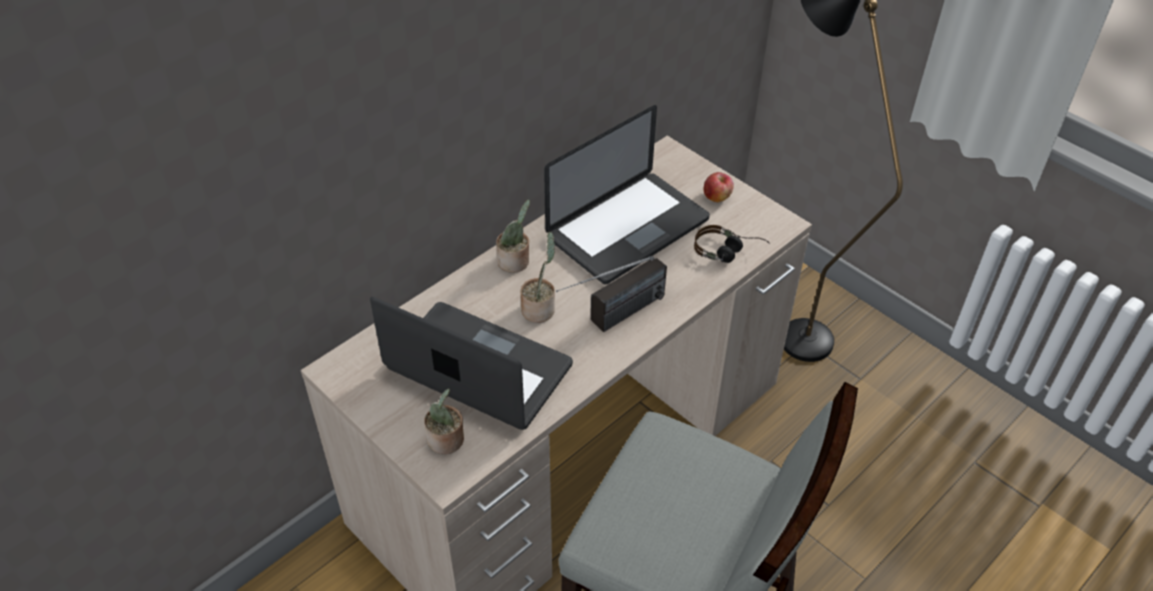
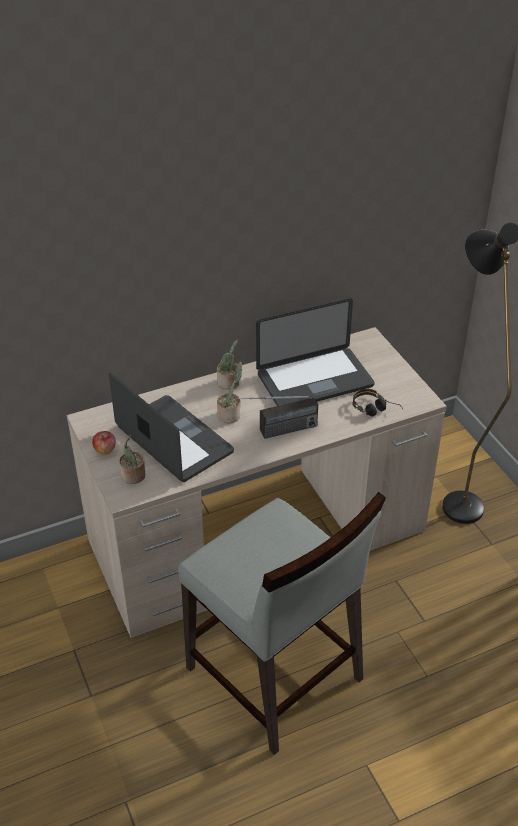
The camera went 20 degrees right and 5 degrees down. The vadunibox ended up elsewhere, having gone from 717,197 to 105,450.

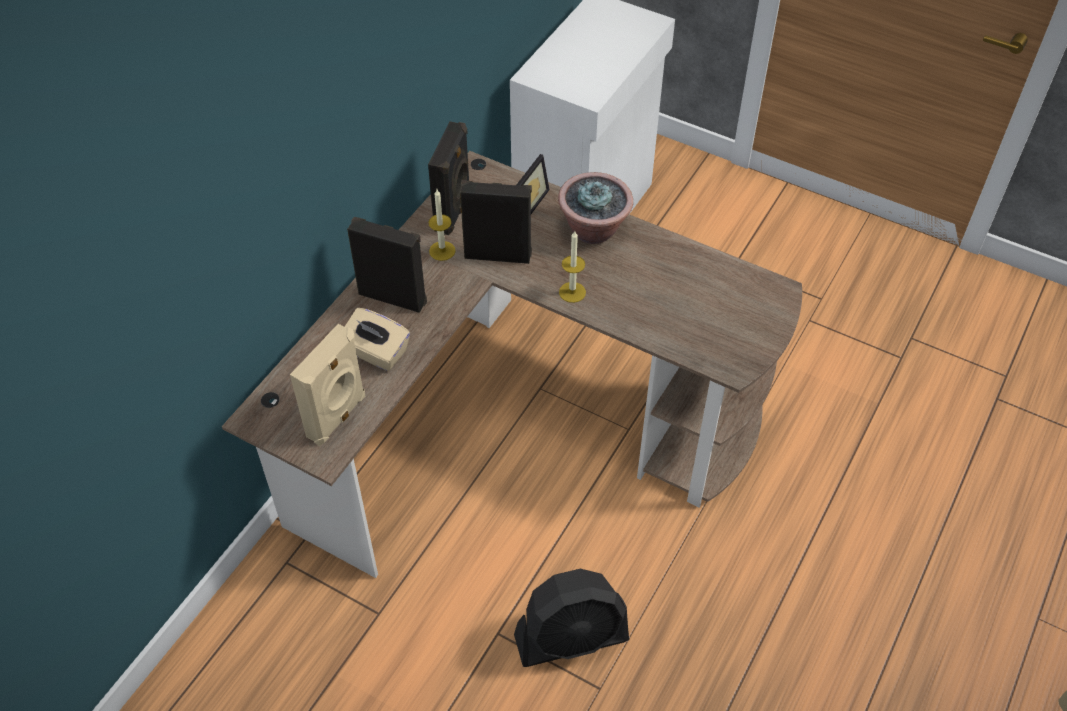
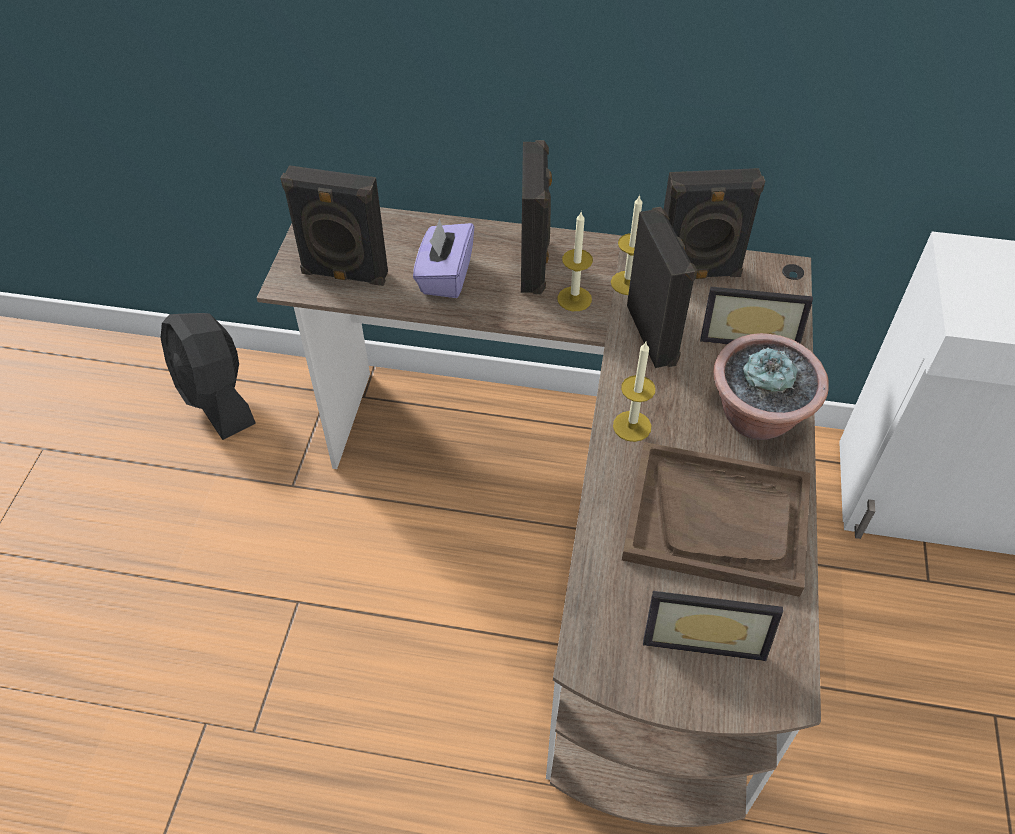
The camera went 70 degrees right and 0 degrees up. The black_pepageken ended up elsewhere, having gone from 572,638 to 216,398. What was the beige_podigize at 338,417 turned into the black_podigize at 344,275. What was the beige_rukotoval at 376,353 turned into the purple_rukotoval at 445,276. The second view gained the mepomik at 574,299. The second view gained the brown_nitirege at 717,520. The second view gained the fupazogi at 704,632.

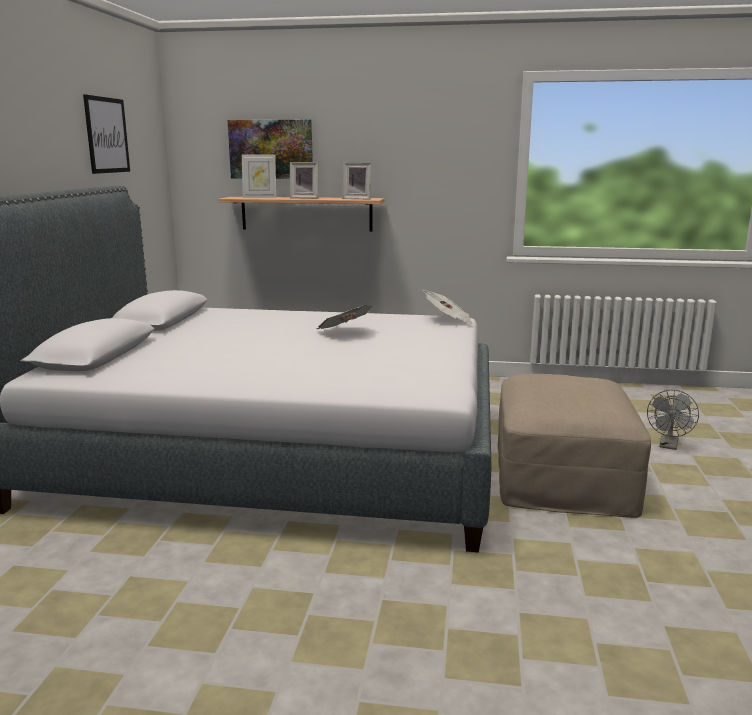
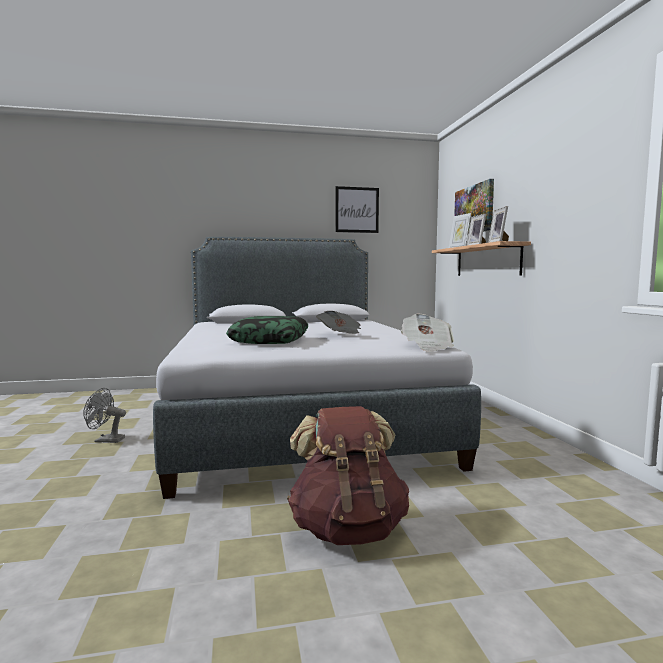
The camera went 70 degrees right and 10 degrees down. The grey_pepageken ended up elsewhere, having gone from 668,445 to 105,440. The second view gained the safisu at 270,340. Where the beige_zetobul stood at 561,474, the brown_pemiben came to stand at 348,529.

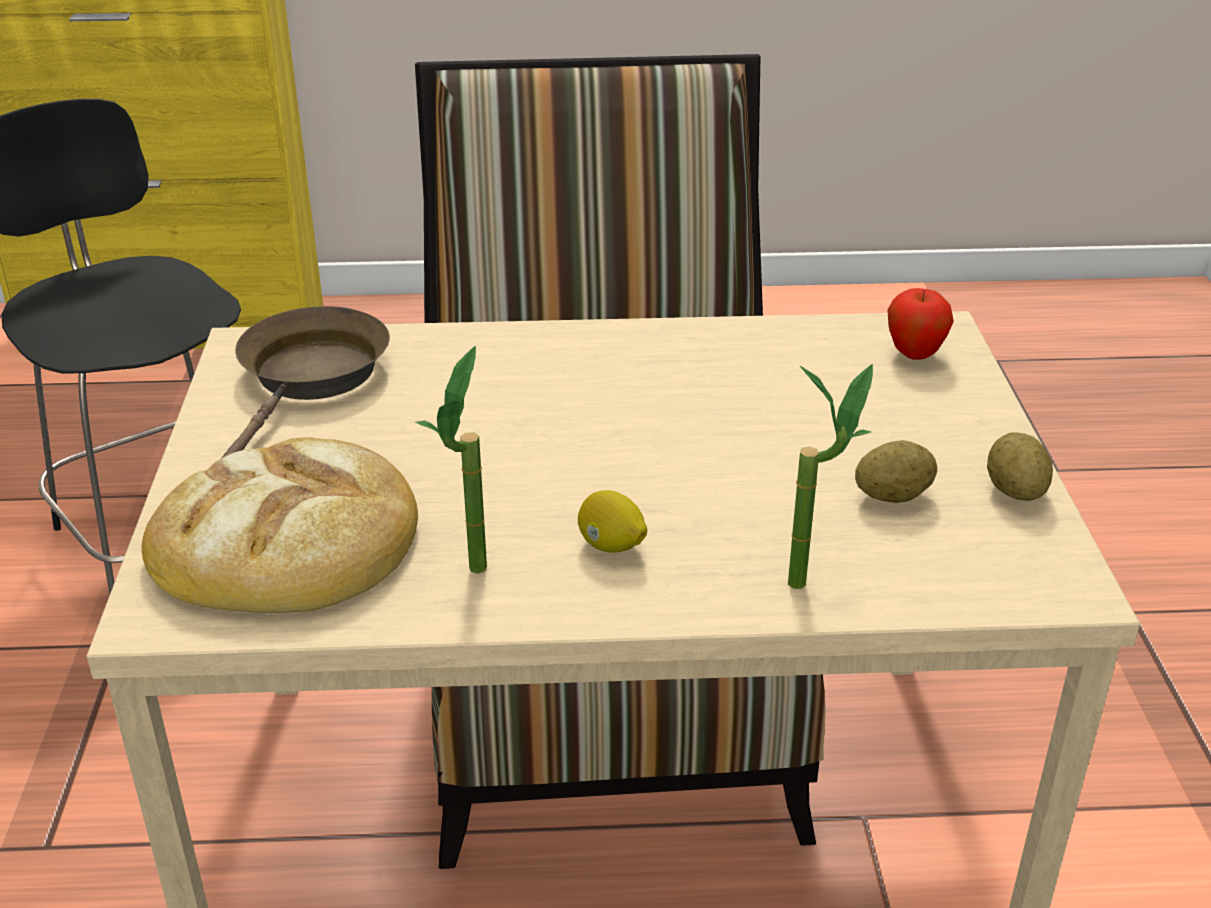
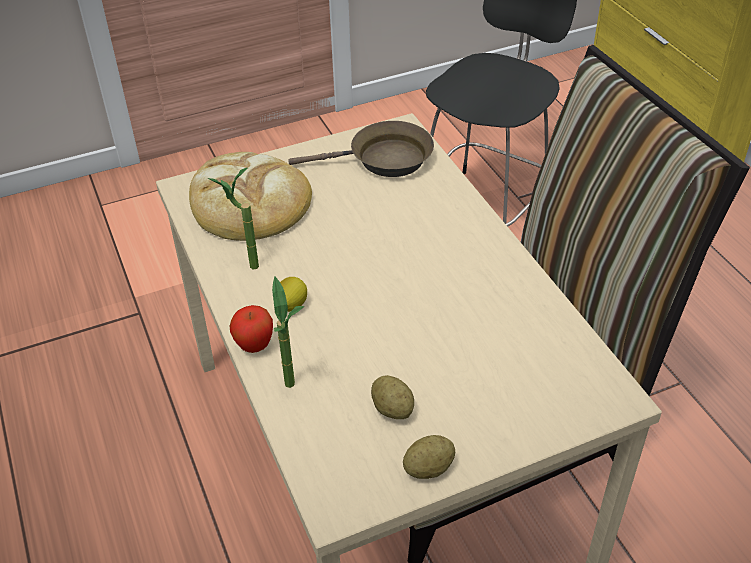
The camera went 70 degrees right and 10 degrees up. The vadunibox ended up elsewhere, having gone from 914,355 to 254,346.

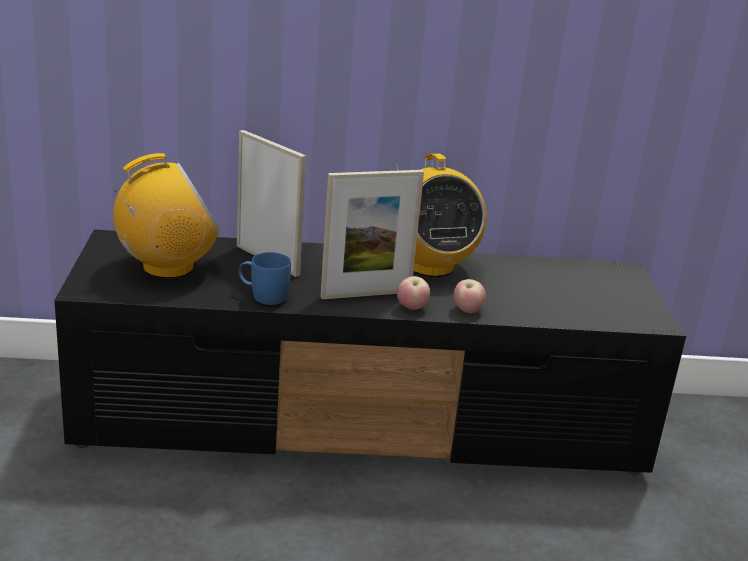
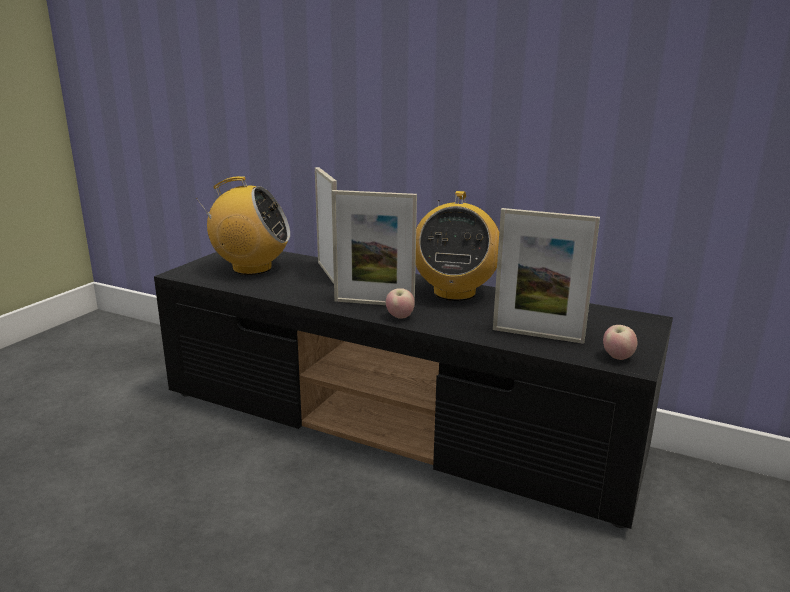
The camera went 30 degrees right and 5 degrees down. The second view gained the fupazogi at 537,335. The vadunibox ended up elsewhere, having gone from 467,311 to 617,357. The second view lost the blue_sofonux at 263,296.

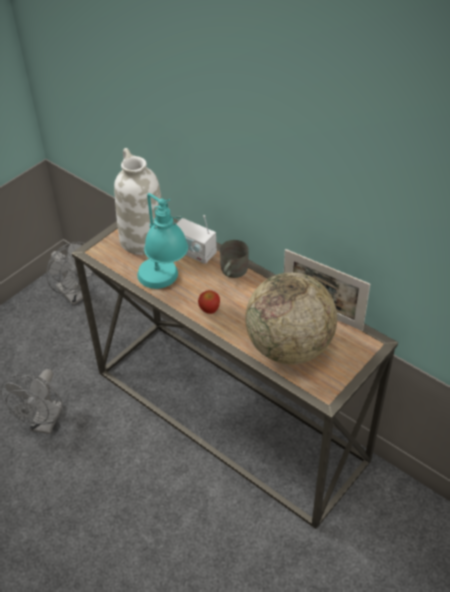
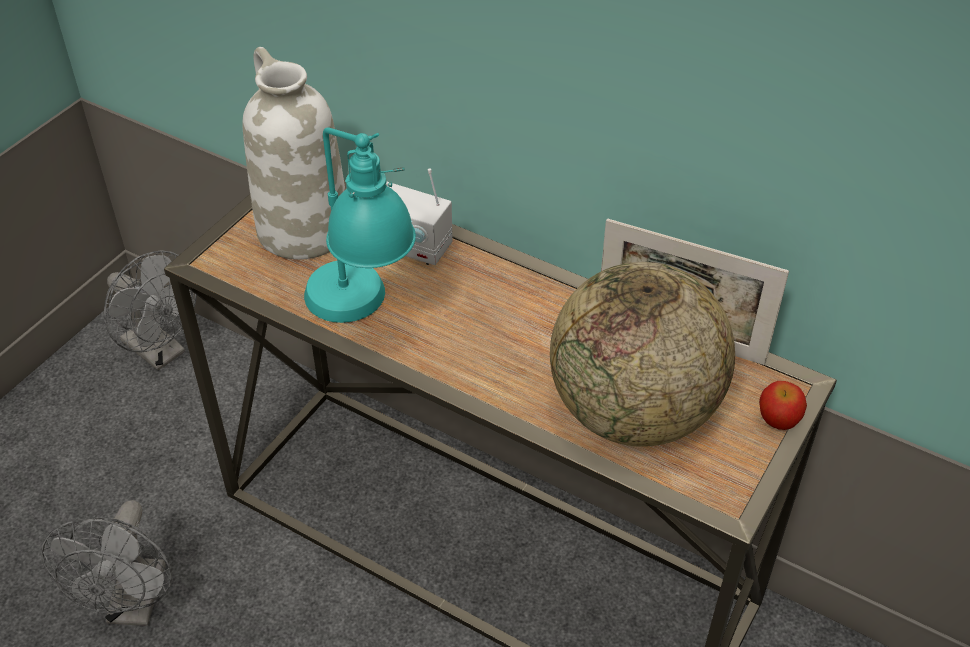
The camera went 10 degrees left and 0 degrees up. The vadunibox ended up elsewhere, having gone from 209,309 to 778,420. The second view lost the grey_sofonux at 232,271.

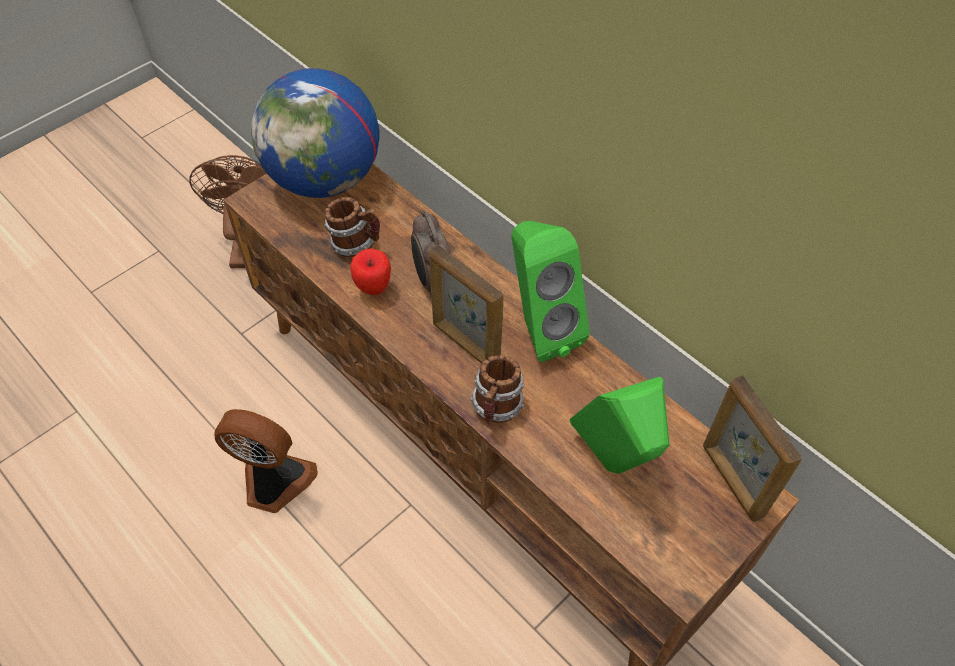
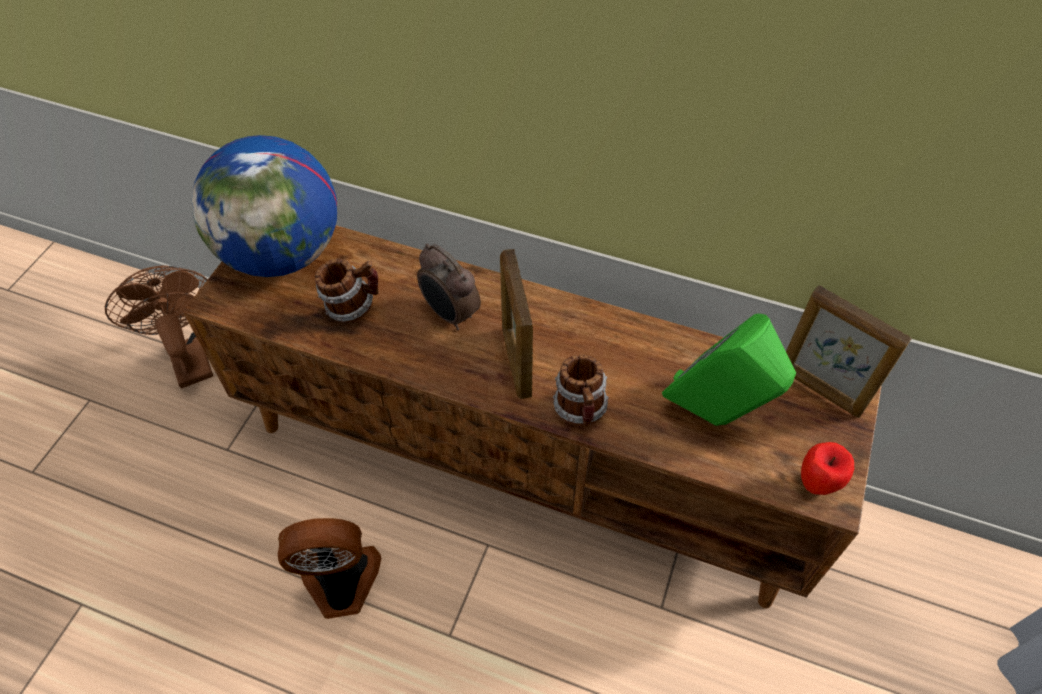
The camera went 25 degrees left and 0 degrees up. The fupazogi at 465,344 ended up facing another way, 60 degrees clockwise from before. The vadunibox ended up elsewhere, having gone from 373,289 to 816,484. The second view lost the green_podigize at 539,329.

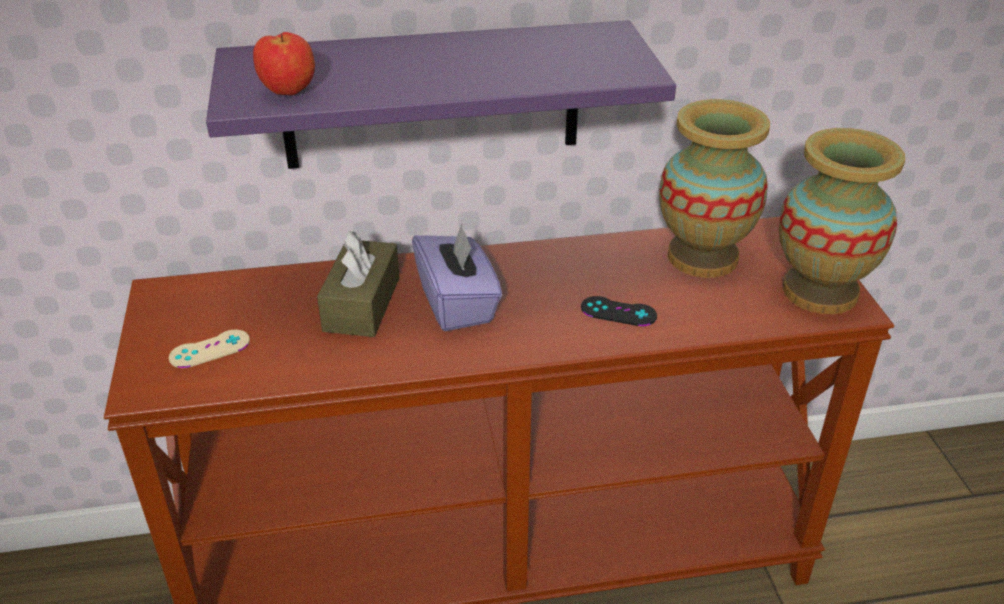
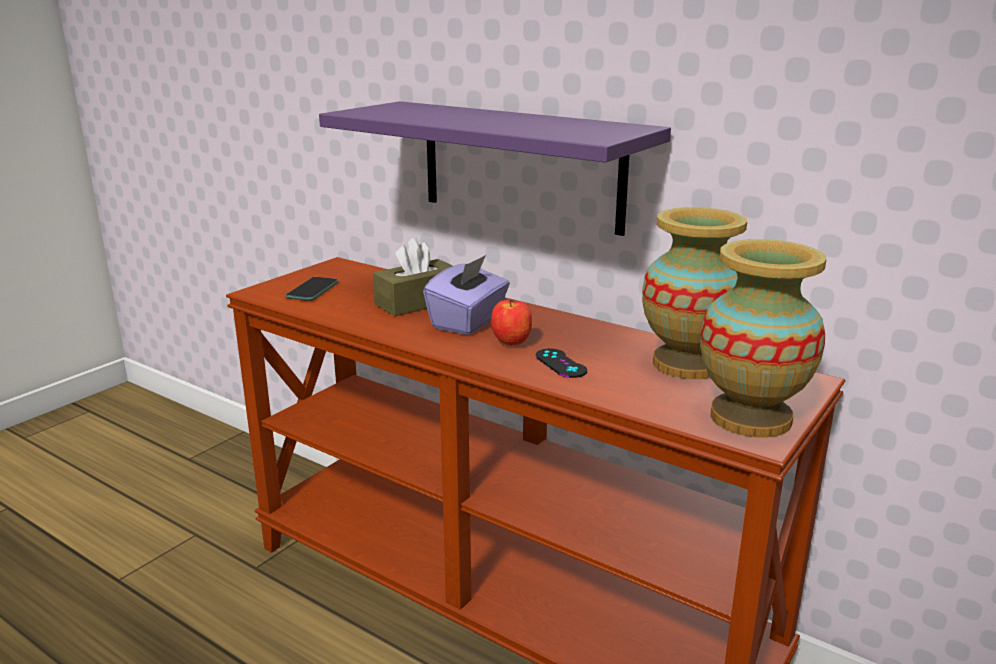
The camera went 45 degrees right and 15 degrees down. Where the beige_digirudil stood at 210,349, the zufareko came to stand at 312,290. The vadunibox ended up elsewhere, having gone from 289,92 to 512,343.

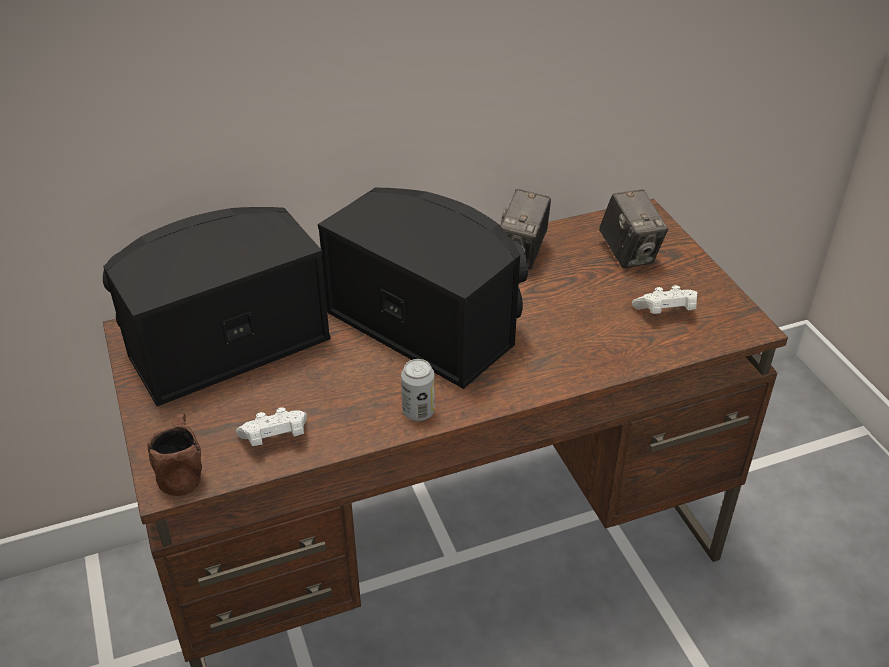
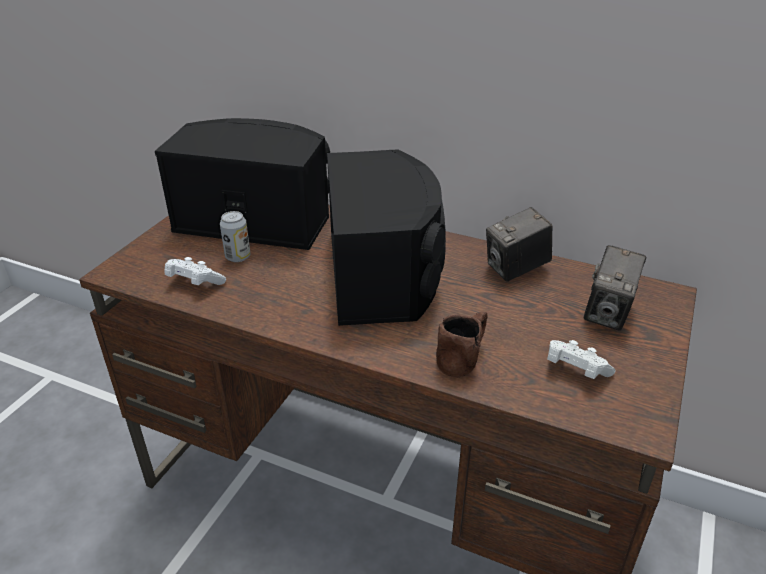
The camera went 45 degrees right and 5 degrees down. The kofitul ended up elsewhere, having gone from 418,412 to 238,257. The brown_sofonux ended up elsewhere, having gone from 182,468 to 463,357.

